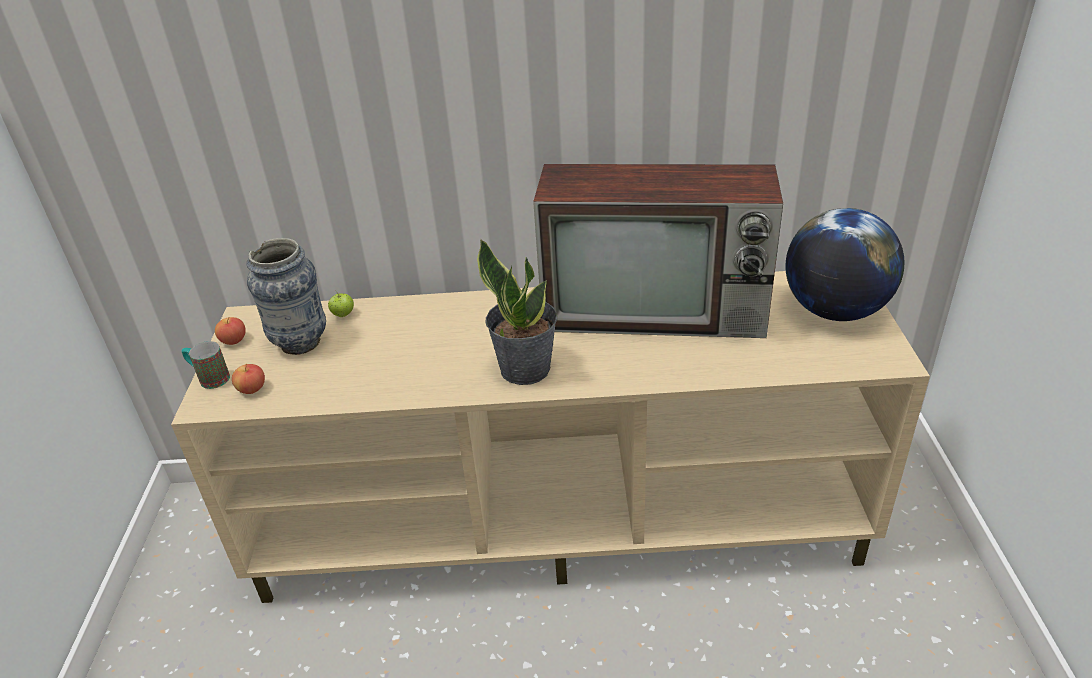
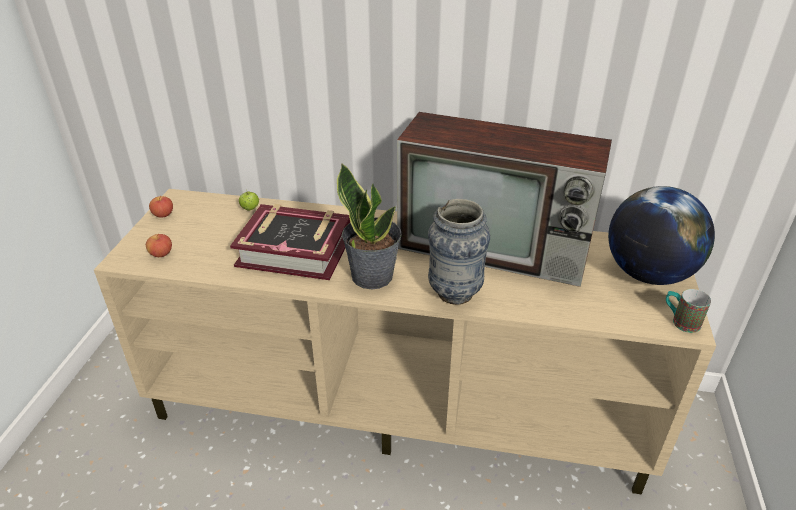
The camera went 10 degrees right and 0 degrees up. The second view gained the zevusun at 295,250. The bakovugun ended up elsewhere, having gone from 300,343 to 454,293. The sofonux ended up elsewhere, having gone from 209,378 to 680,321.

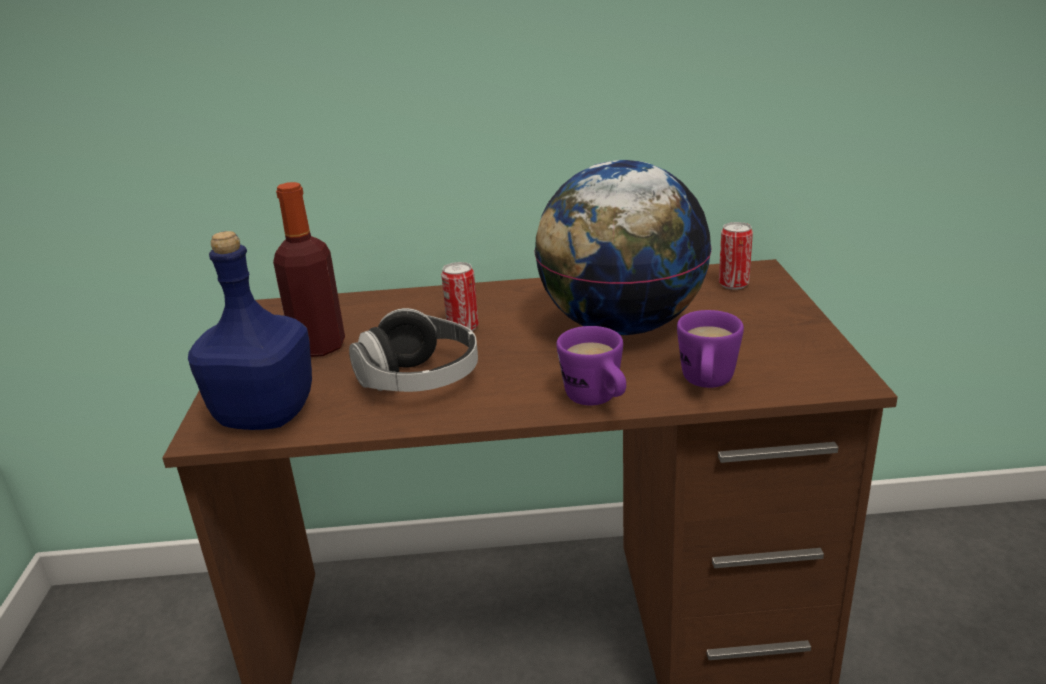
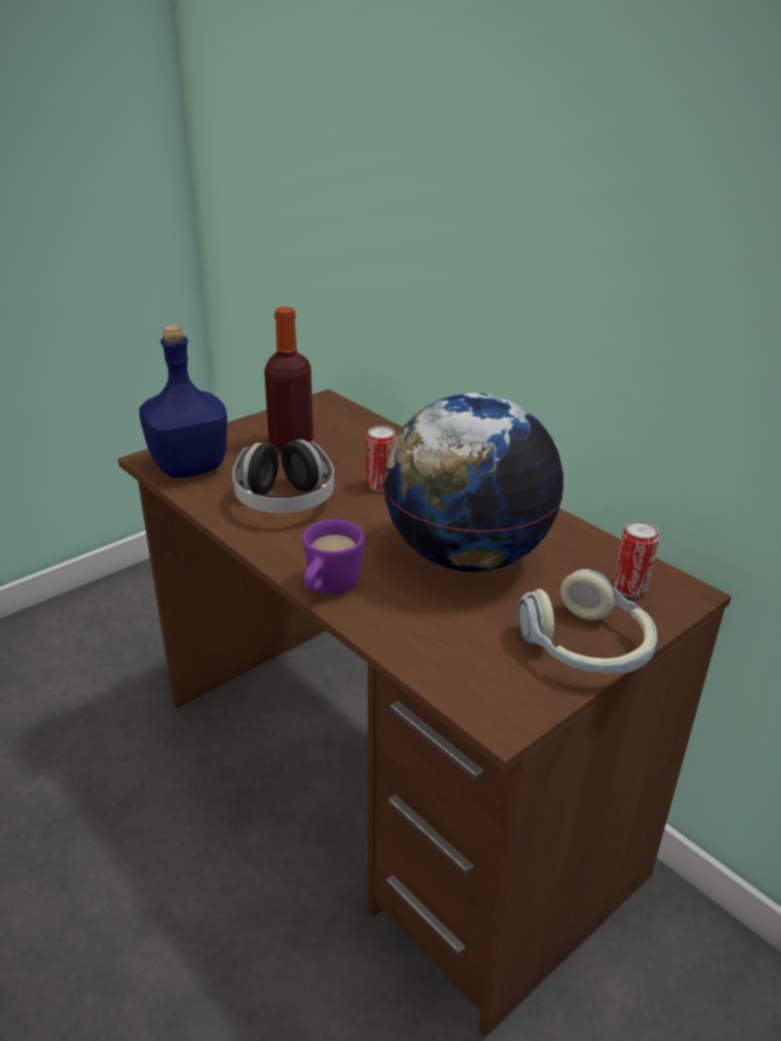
The camera went 50 degrees right and 5 degrees up. The second view gained the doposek at 586,648. The second view lost the purple_sofonux at 706,384.

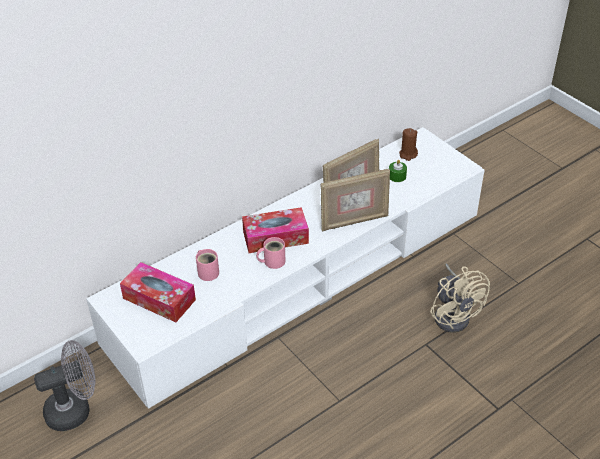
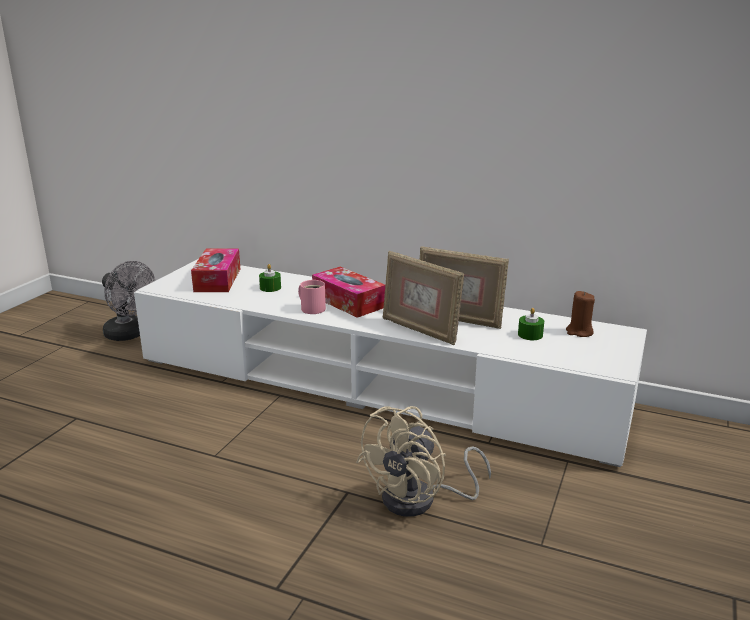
The camera went 60 degrees right and 20 degrees down. Where the pink_sofonux stood at 208,271, the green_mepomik came to stand at 270,288.

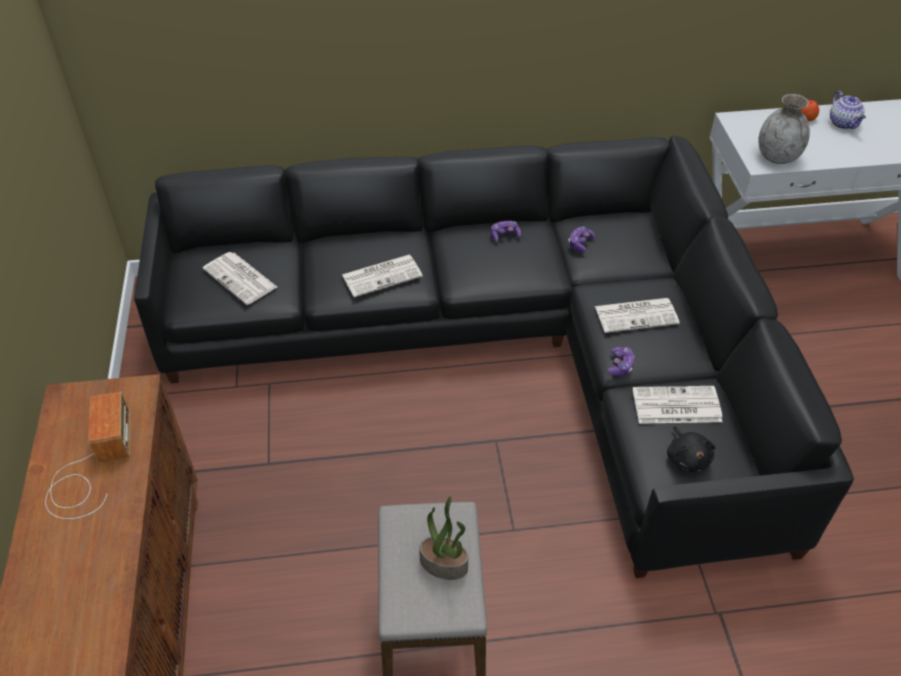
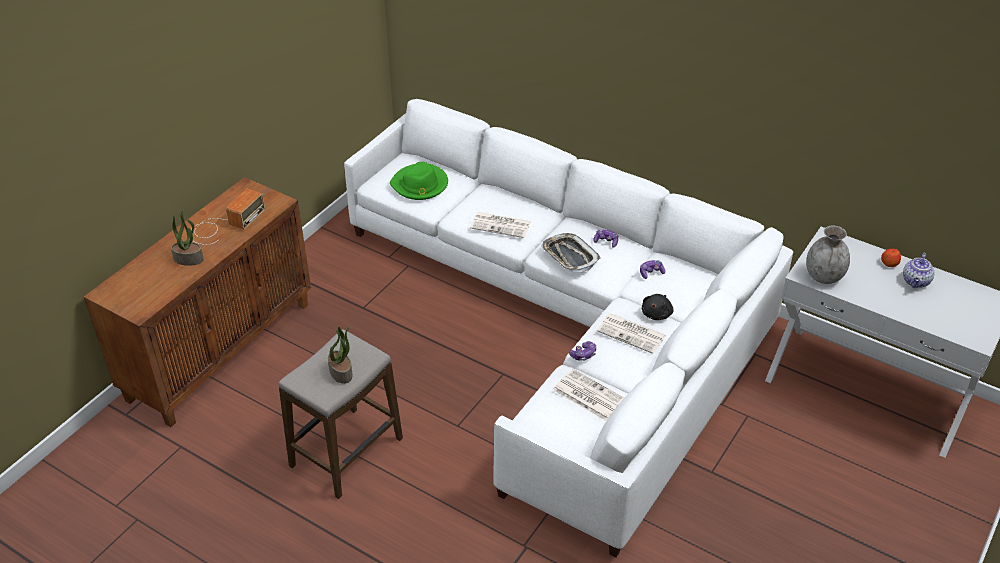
The camera went 40 degrees right and 5 degrees down. The second view gained the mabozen at 189,258. What was the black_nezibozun at 505,348 turned into the white_nezibozun at 571,326. Where the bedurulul stood at 241,278, the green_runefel came to stand at 420,185. The second view gained the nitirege at 569,256. The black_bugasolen ended up elsewhere, having gone from 687,458 to 657,314.

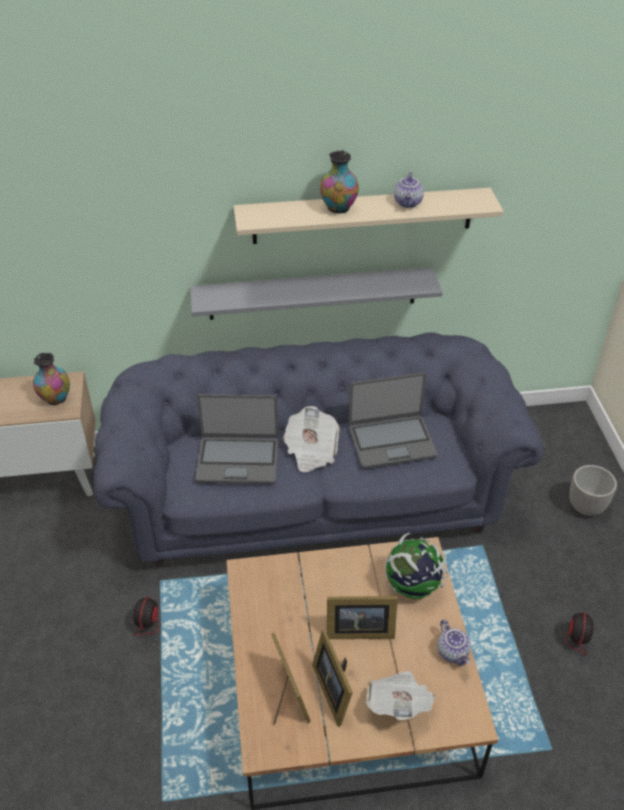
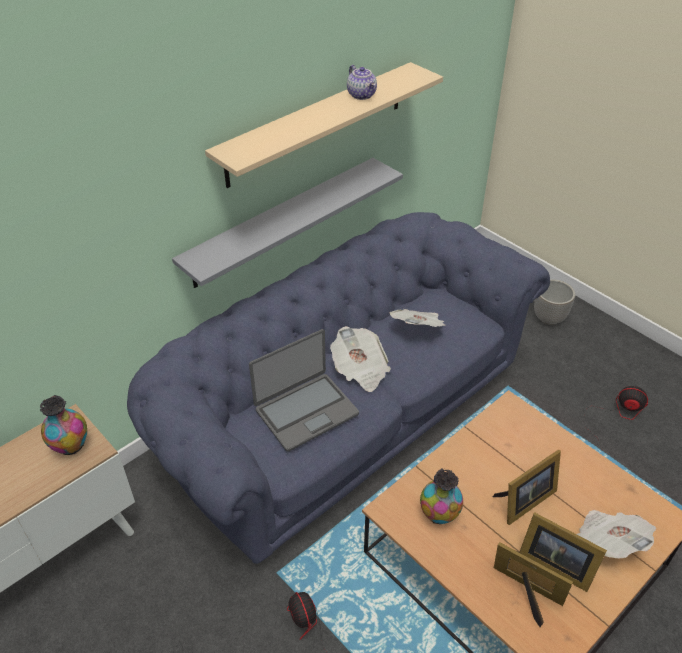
The camera went 35 degrees left and 0 degrees up. Where the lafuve stood at 391,441, the bedurulul came to stand at 418,328. The bakovugun ended up elsewhere, having gone from 338,208 to 439,515. The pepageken at 564,628 ended up facing another way, 45 degrees counterclockwise from before. The second view lost the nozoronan at 413,586. The second view lost the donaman at 453,652.

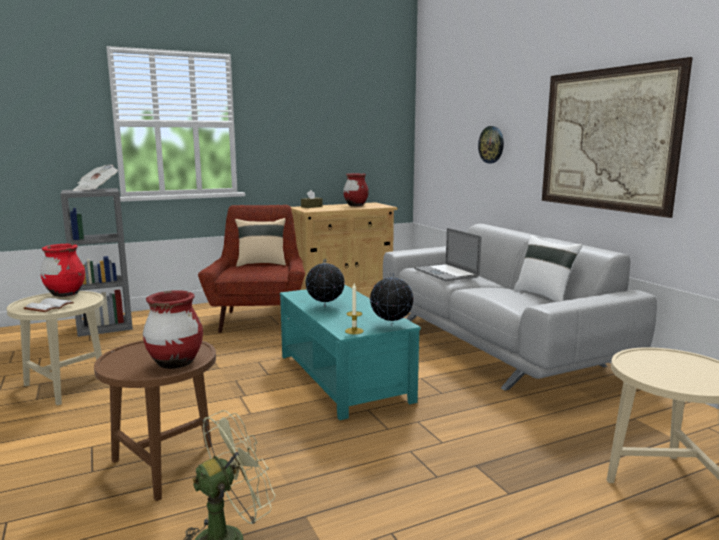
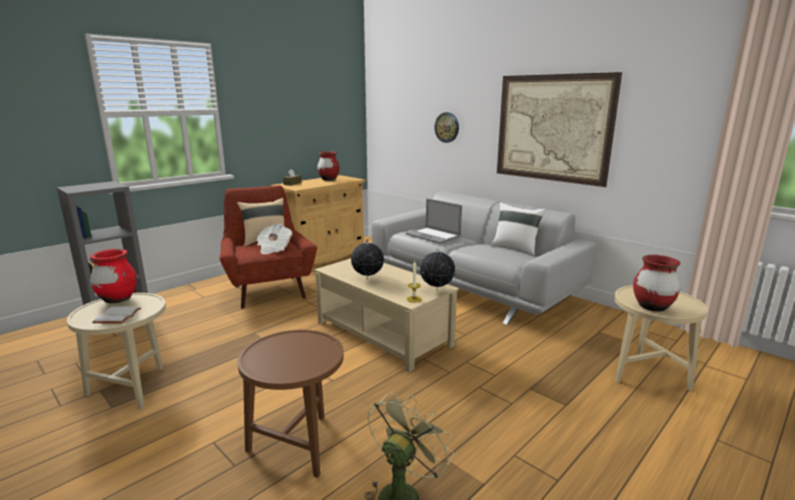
The camera went 20 degrees left and 5 degrees up. The bedurulul ended up elsewhere, having gone from 95,189 to 274,248. What was the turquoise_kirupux at 344,377 turned into the beige_kirupux at 384,334. The red_bakovugun ended up elsewhere, having gone from 175,363 to 652,307.

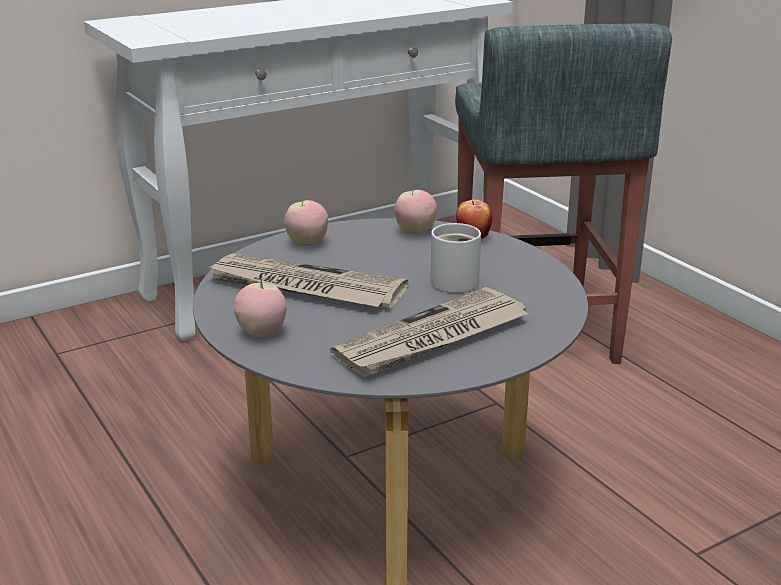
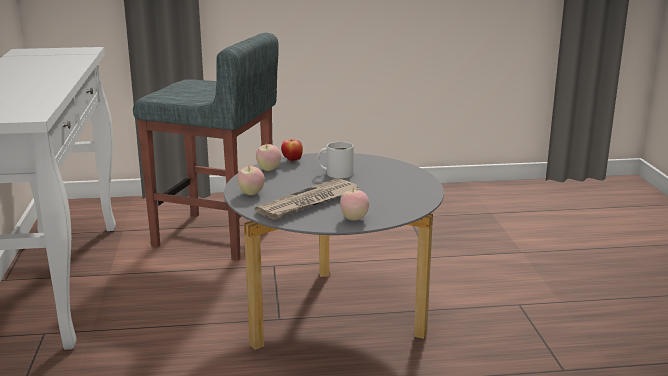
The camera went 65 degrees left and 5 degrees down. The second view lost the bedurulul at 432,338.

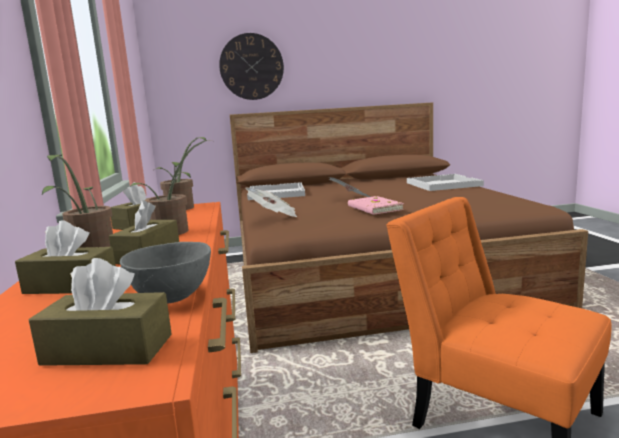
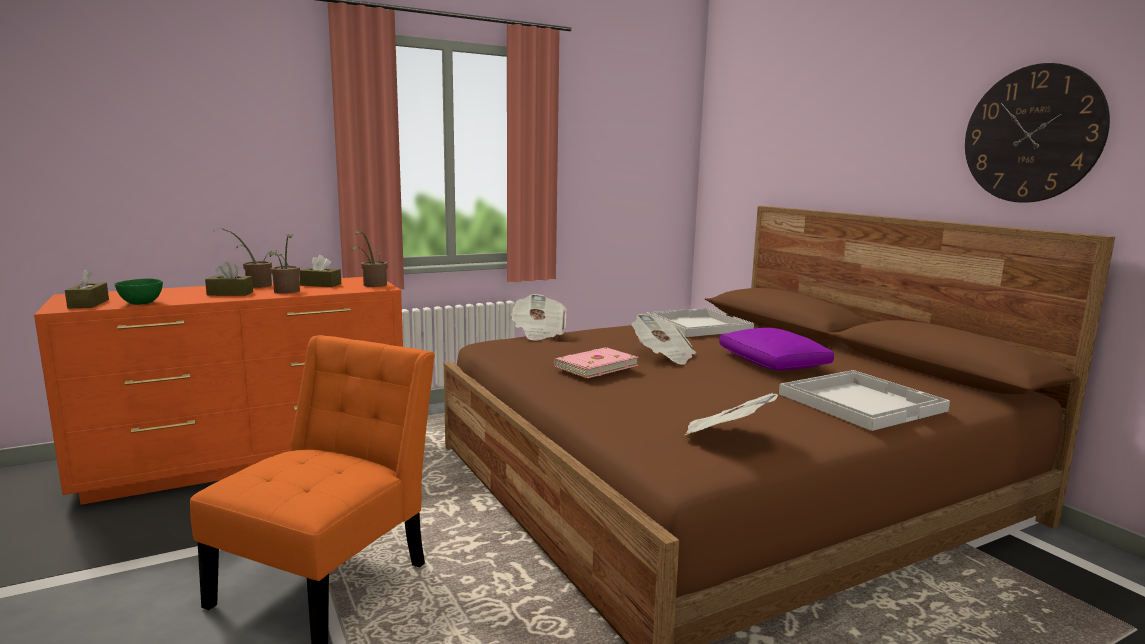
The camera went 70 degrees right and 0 degrees up. What was the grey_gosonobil at 173,297 turned into the green_gosonobil at 142,303. The second view gained the bedurulul at 725,437. The second view gained the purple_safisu at 773,363. The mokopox ended up elsewhere, having gone from 251,67 to 1032,134. The second view lost the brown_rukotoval at 71,285.

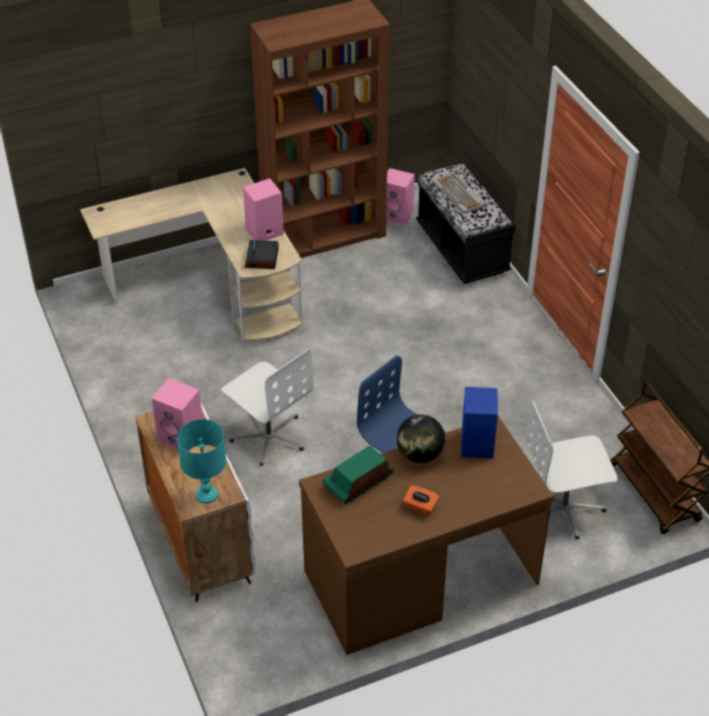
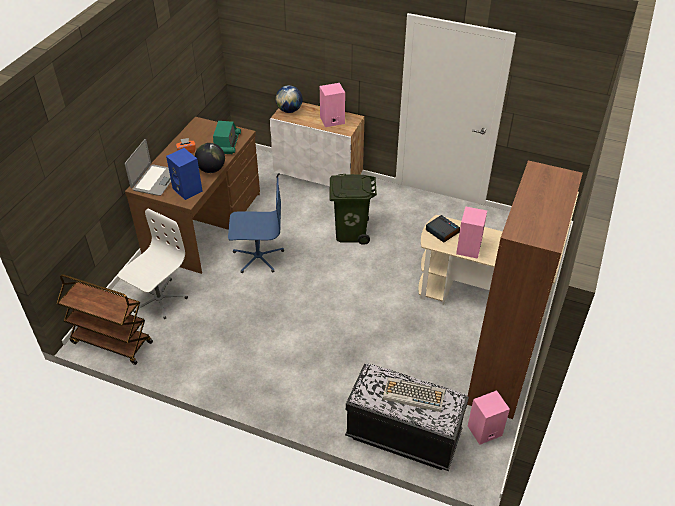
The camera went 135 degrees right and 0 degrees up. The second view gained the lafuve at 155,180. Where the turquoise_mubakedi stood at 207,494, the nozoronan came to stand at 289,110. Where the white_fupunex stood at 269,437, the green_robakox came to stand at 350,232.

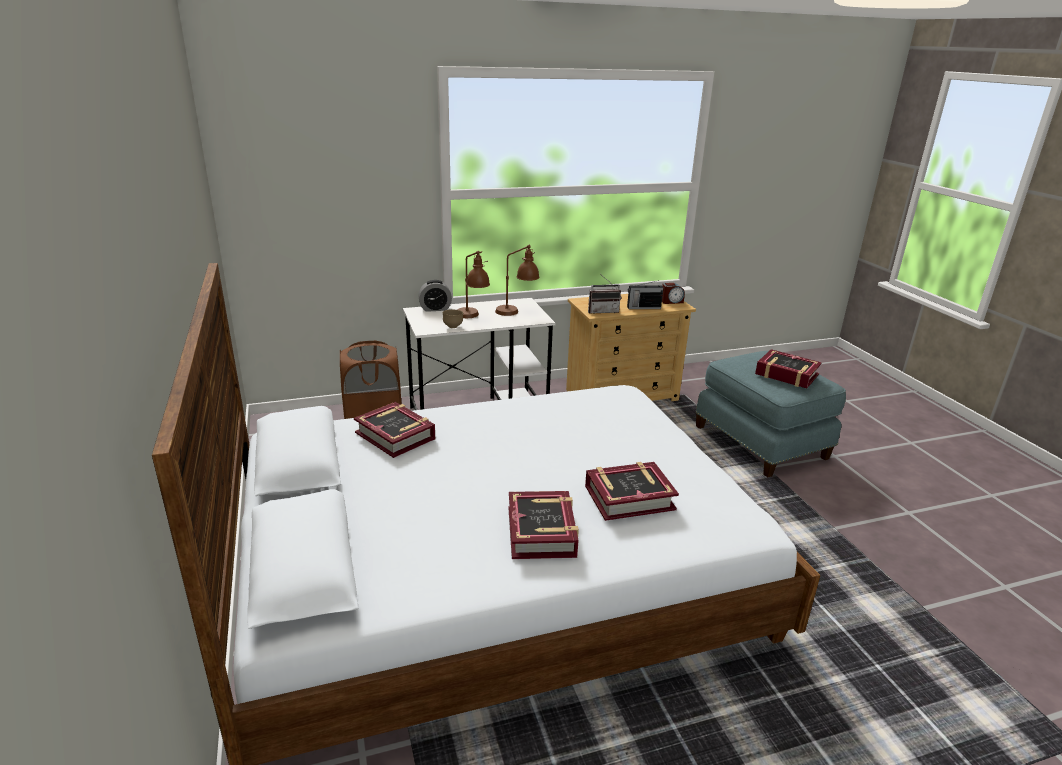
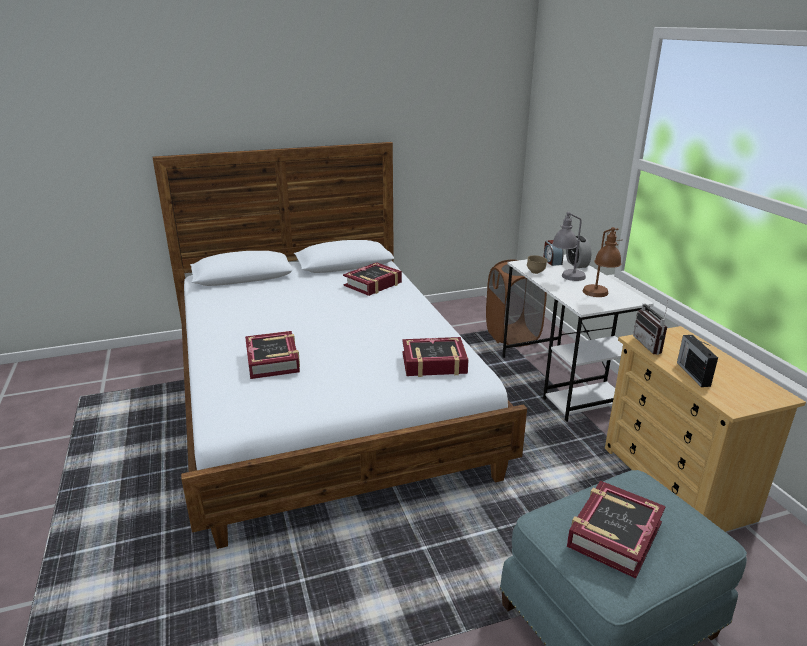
The camera went 90 degrees right and 0 degrees up. The zevusun ended up elsewhere, having gone from 542,532 to 434,363. The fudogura ended up elsewhere, having gone from 671,301 to 552,261. What was the brown_mubakedi at 473,317 turned into the grey_mubakedi at 567,279.

